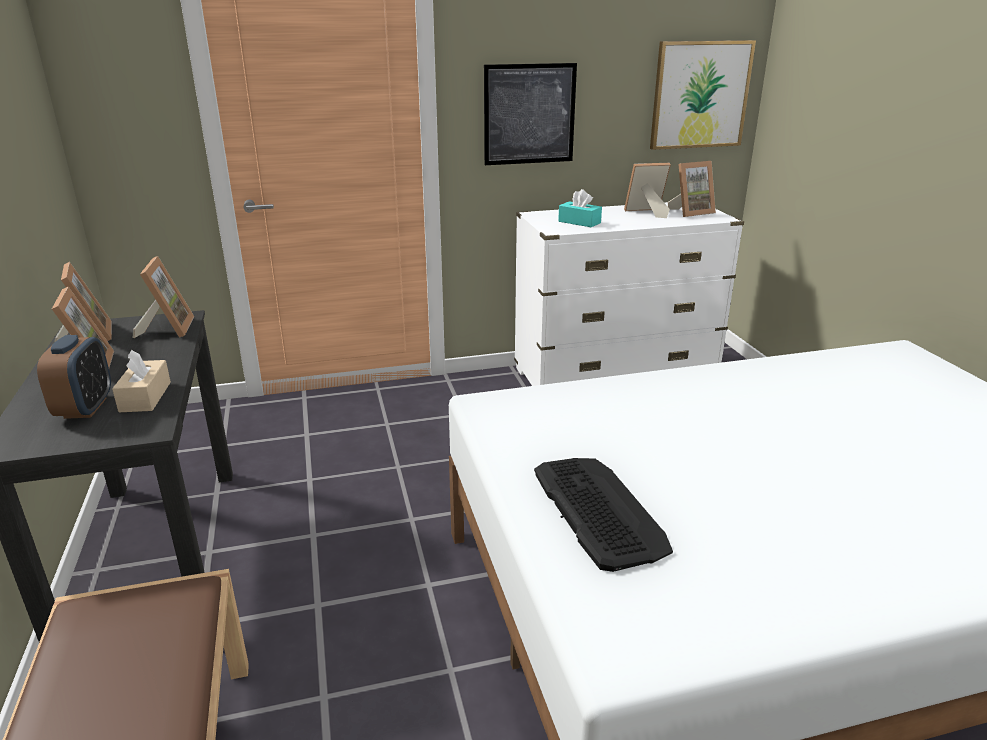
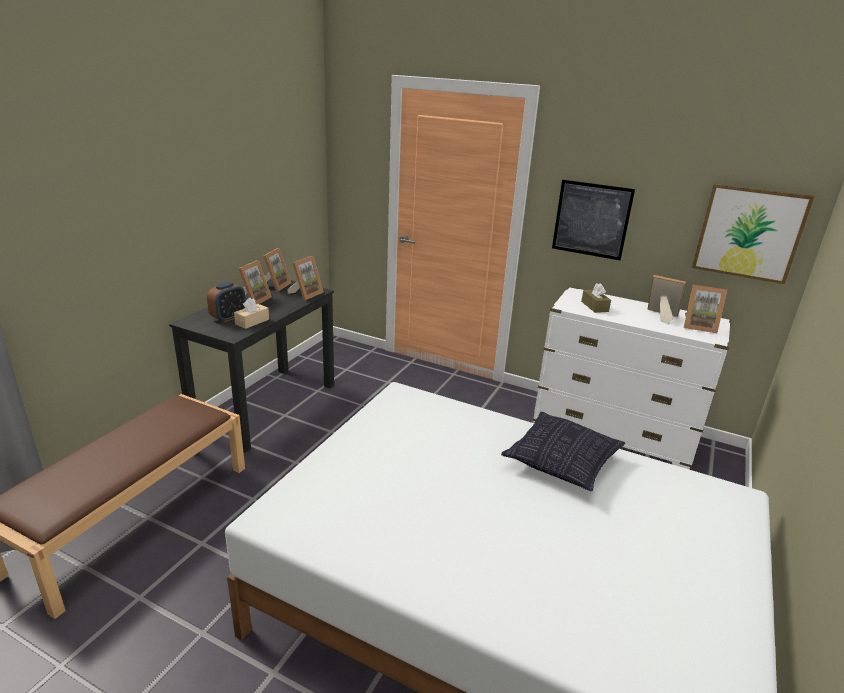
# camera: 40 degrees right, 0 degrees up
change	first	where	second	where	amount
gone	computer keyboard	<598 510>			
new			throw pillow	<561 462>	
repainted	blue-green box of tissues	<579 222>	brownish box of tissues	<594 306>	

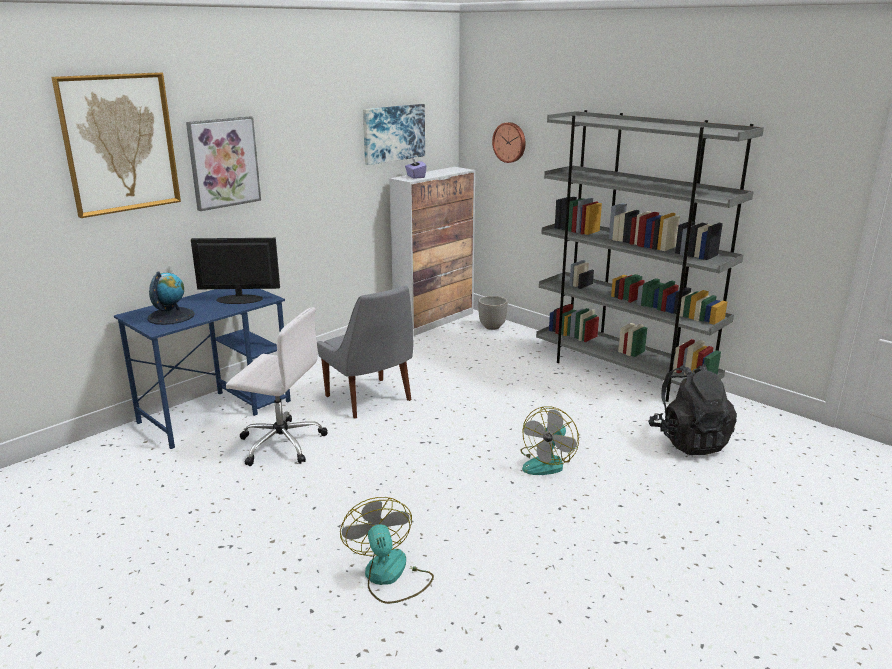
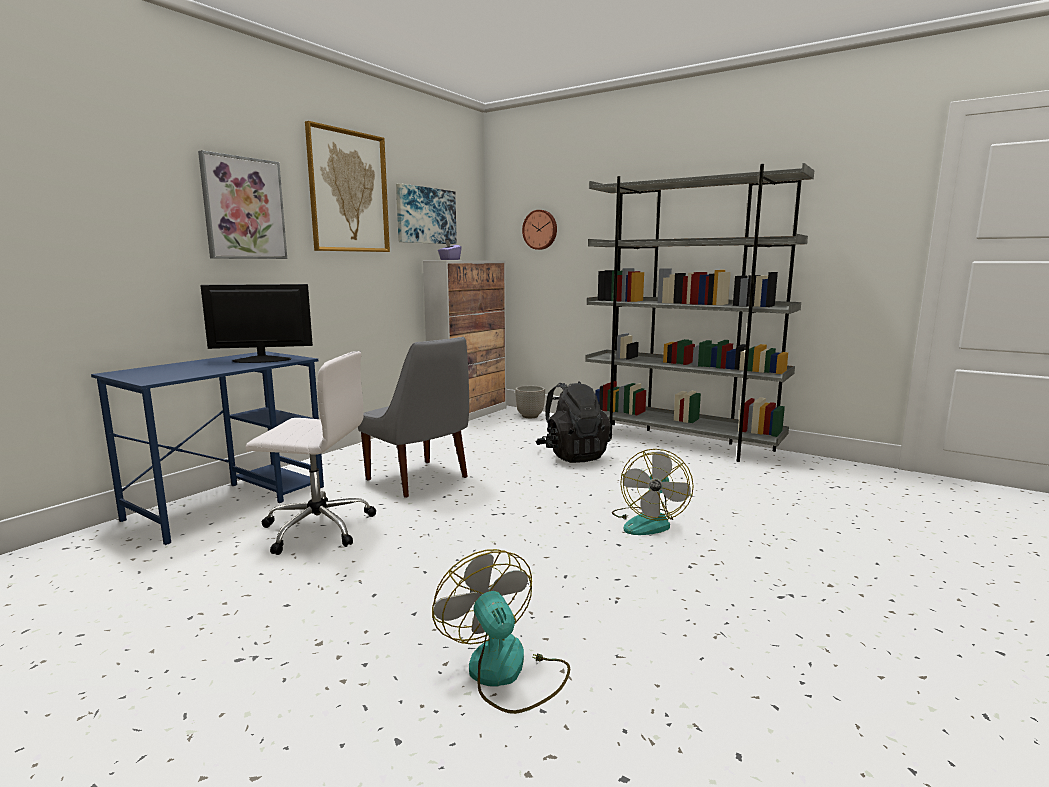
# camera: 10 degrees left, 10 degrees down
change	first	where	second	where	amount
gone	globe	<171 316>			
shifted	wall picture	<119 143>		<348 192>	
shifted	blackish backpack	<689 441>		<573 455>	

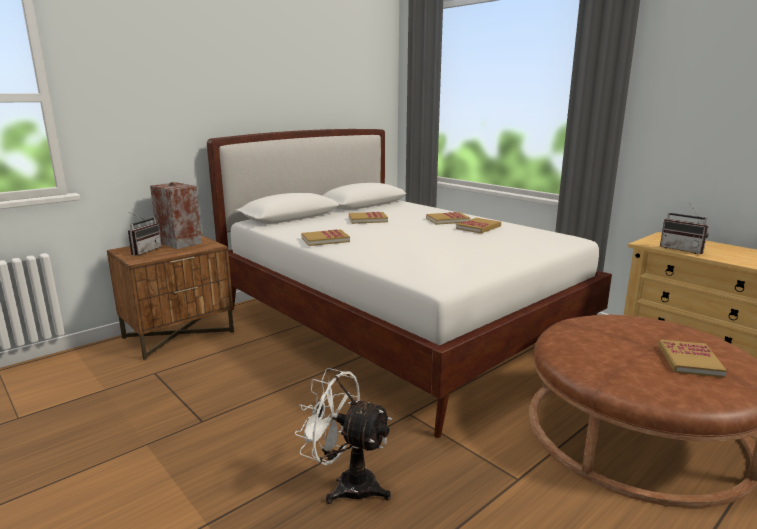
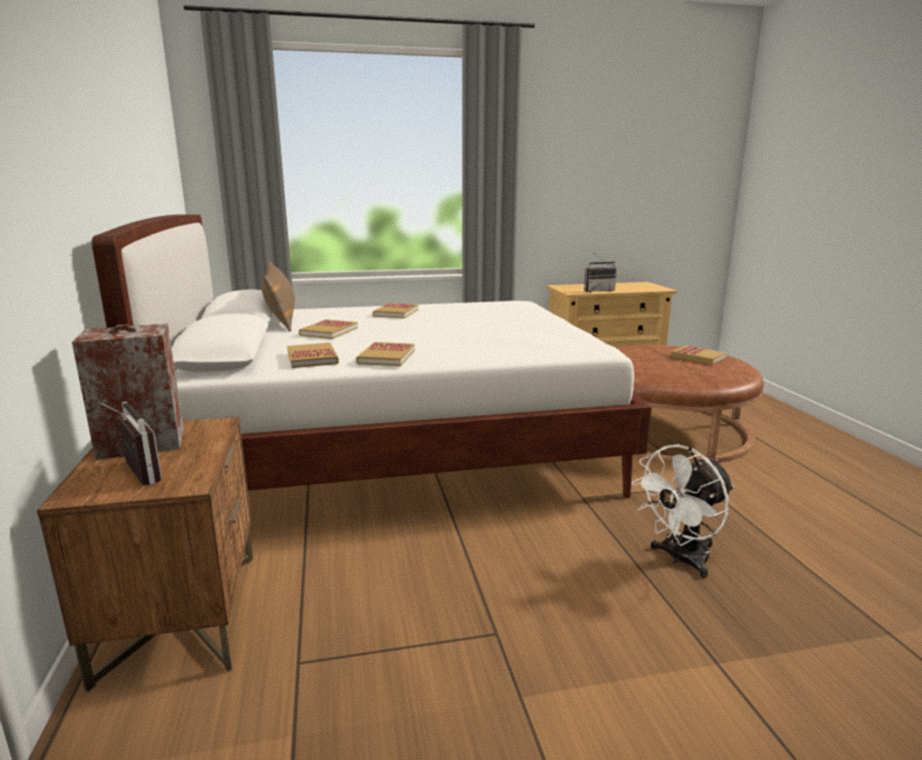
# camera: 60 degrees left, 0 degrees up
change	first	where	second	where	amount
new			brownish throw pillow	<281 320>	
shifted	volume	<478 227>		<312 358>	

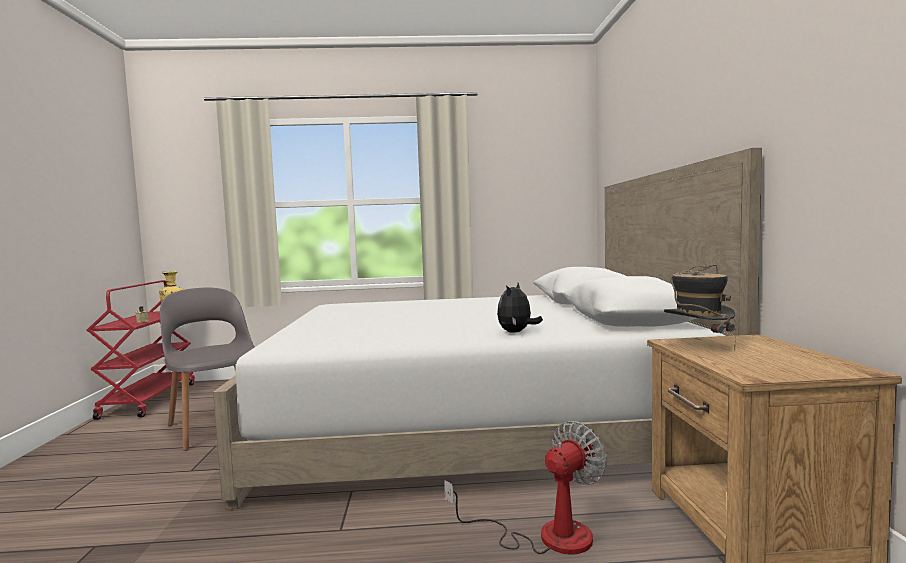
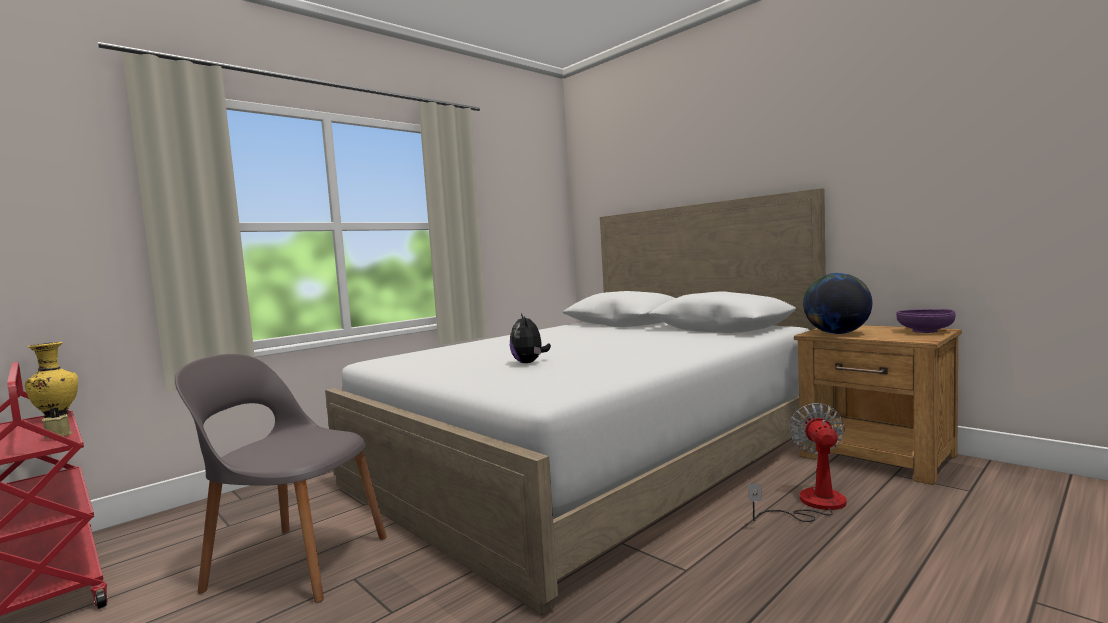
# camera: 40 degrees left, 0 degrees up
change	first	where	second	where	amount
new			purple-coloured bowl	<925 331>	
shifted	soft toy	<516 332>		<529 363>	
swapped	hat	<698 346>	globe	<836 333>	

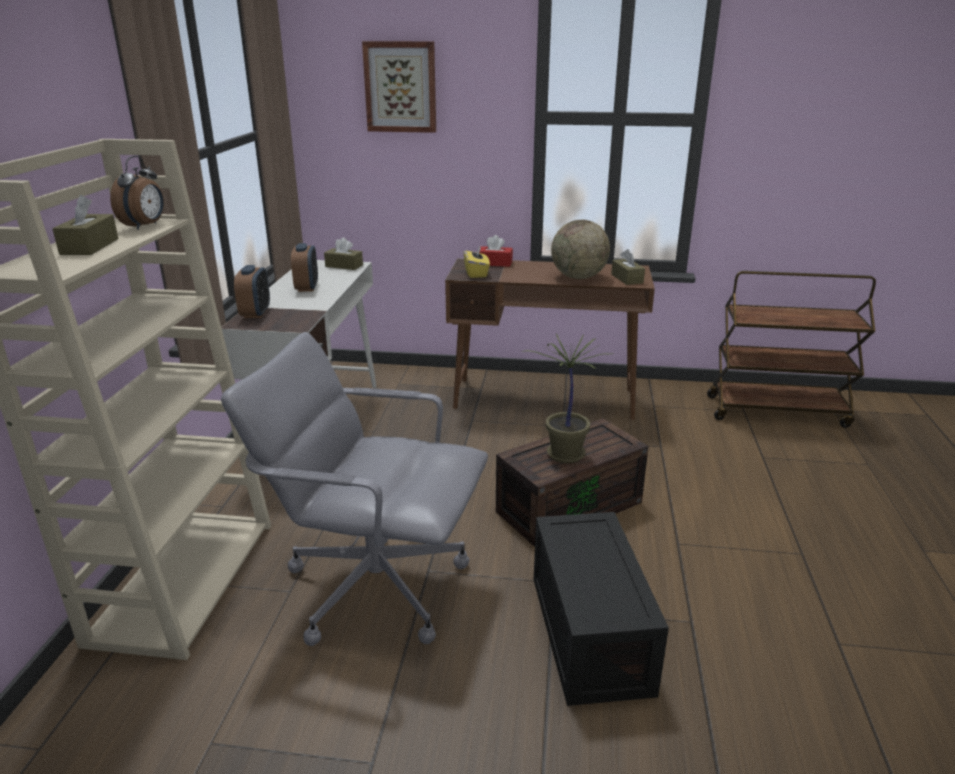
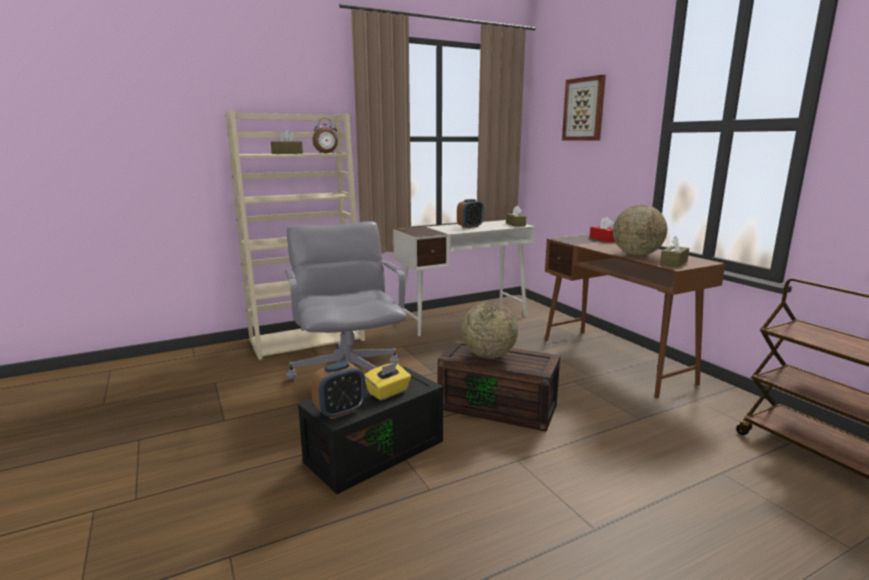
# camera: 55 degrees right, 10 degrees down
change	first	where	second	where	amount
shifted	table clock	<255 313>		<340 411>	
shifted	yellowish box of tissues	<476 273>		<388 392>	
swapped	potted plant	<564 454>	globe	<488 356>	

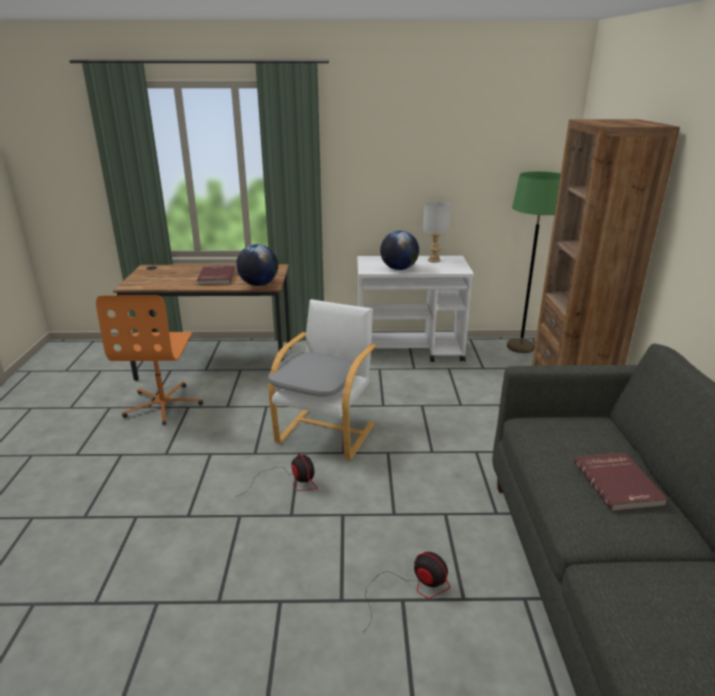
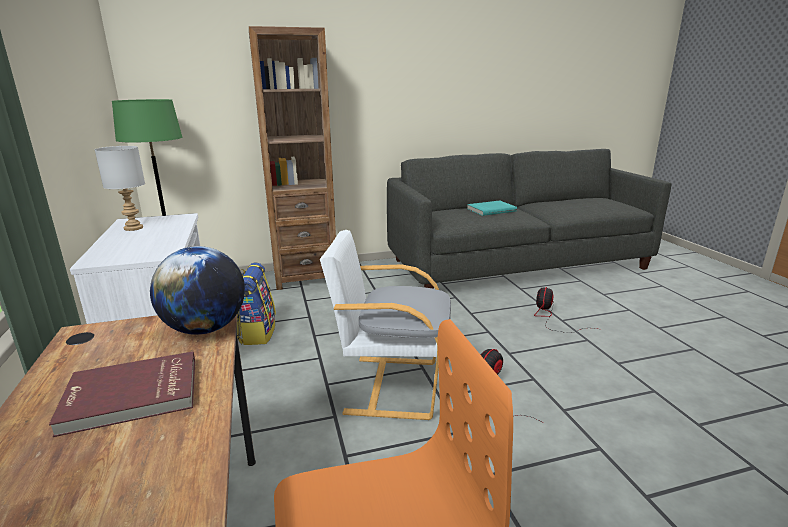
# camera: 105 degrees left, 5 degrees down
change	first	where	second	where	amount
gone	globe	<399 269>			
new			backpack	<257 333>	
repainted	reddish volume	<619 483>	blue-green volume	<490 210>	

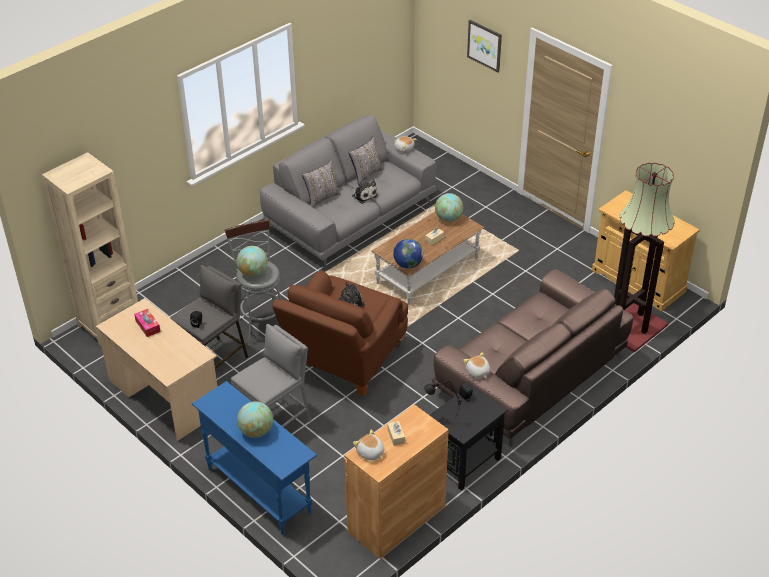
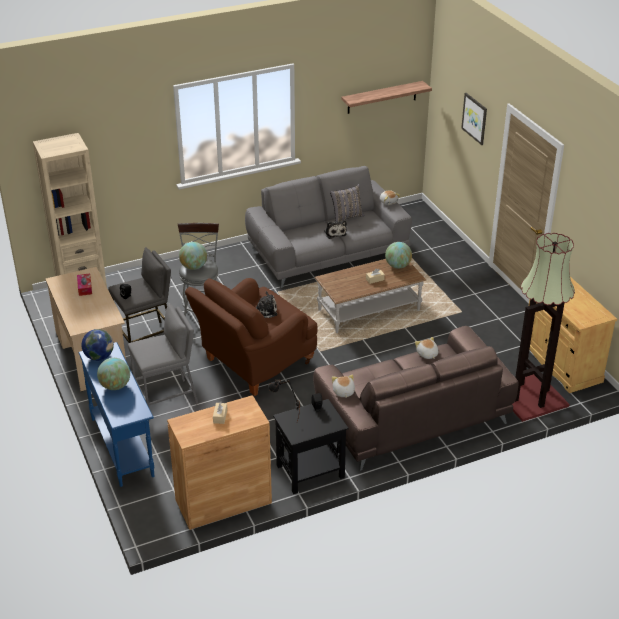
# camera: 20 degrees right, 5 degrees down
change	first	where	second	where	amount
gone	grey throw pillow	<321 198>			
new			wall shelf	<382 97>	
shifted	soft toy	<370 453>		<427 354>	
shifted	globe	<408 264>		<99 357>	

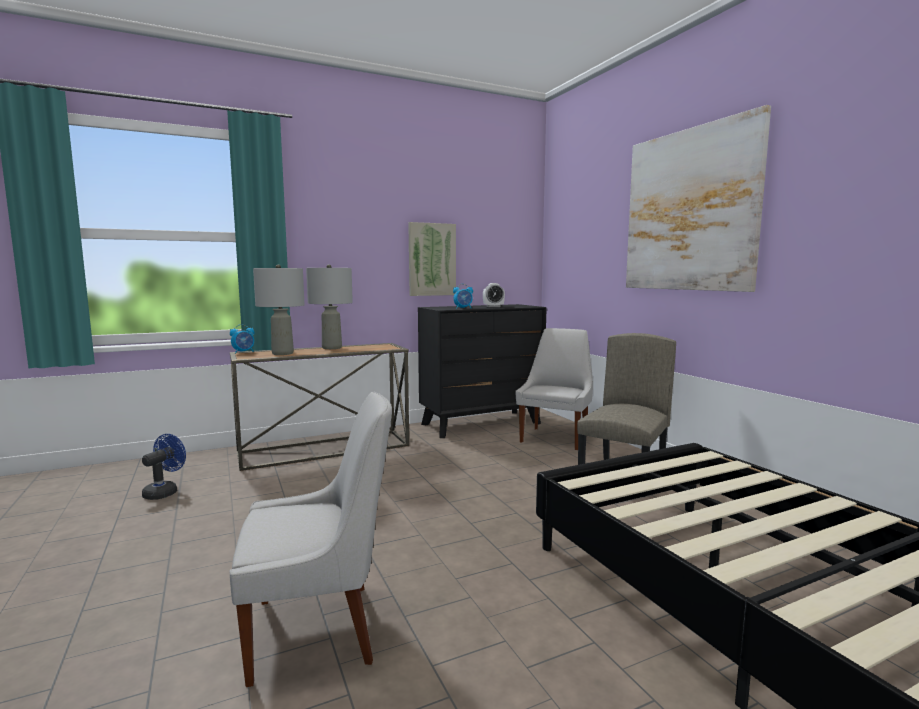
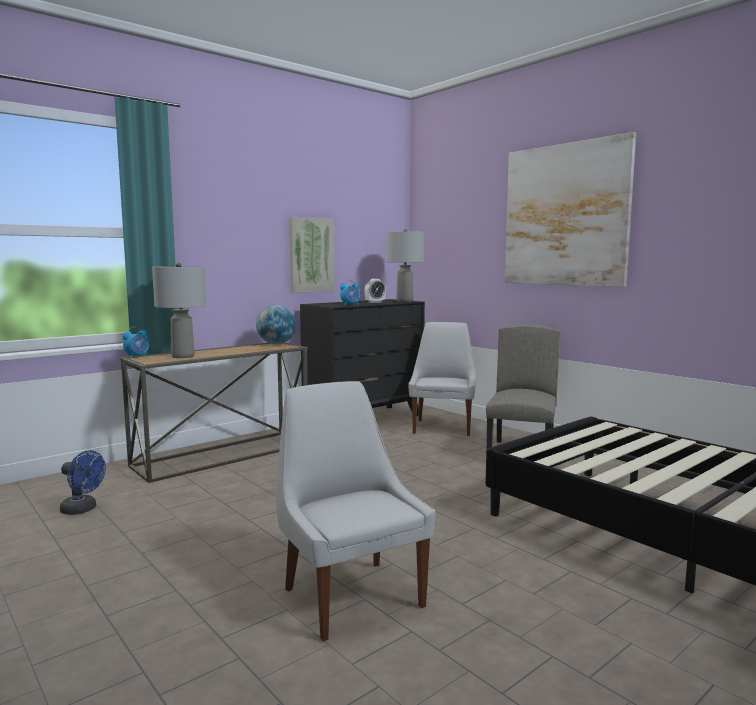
# camera: 15 degrees left, 0 degrees up
change	first	where	second	where	amount
new			globe	<276 344>	
shifted	grey tabletop lamp	<332 348>		<405 301>	
rotated	blue-coloured cooling fan	<164 492>		<83 509>	105 degrees clockwise
rotated	white chair	<319 630>		<350 595>	90 degrees counterclockwise

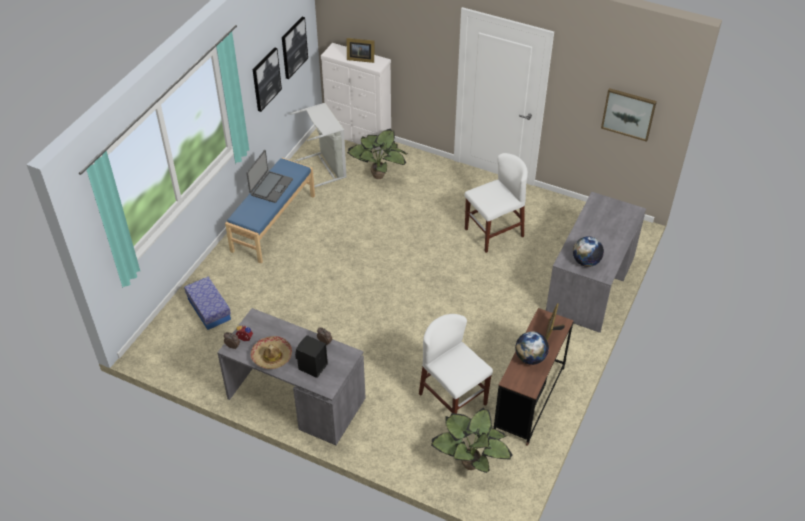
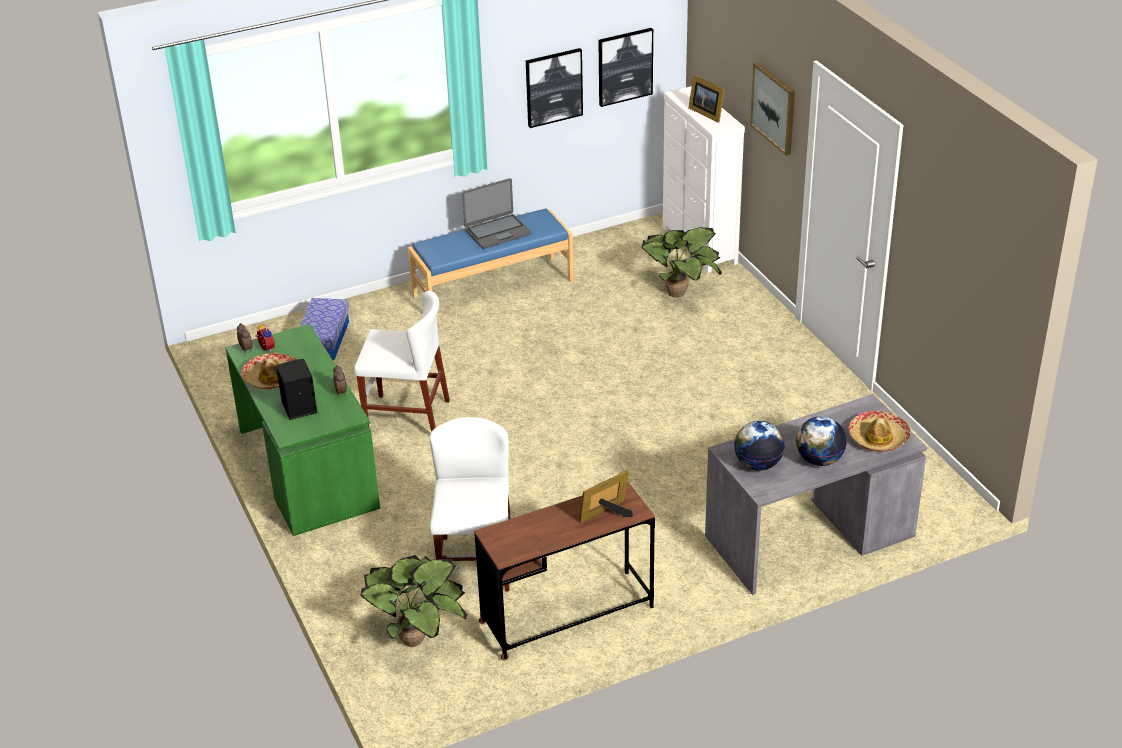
# camera: 40 degrees right, 10 degrees down
change	first	where	second	where	amount
gone	grey washing basket	<325 167>			
new			hat	<878 438>	
shifted	white chair	<494 232>		<407 416>	
shifted	globe	<530 358>		<819 460>	
shifted	wall picture	<628 114>		<774 108>	
repainted	grey desk table	<295 399>	green desk table	<306 469>	

